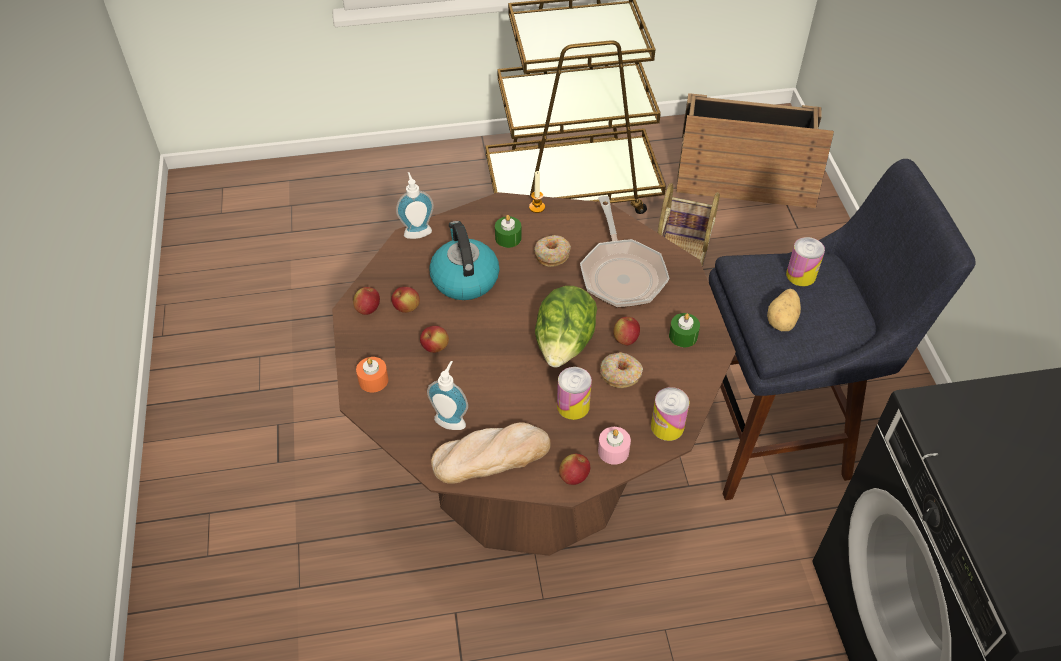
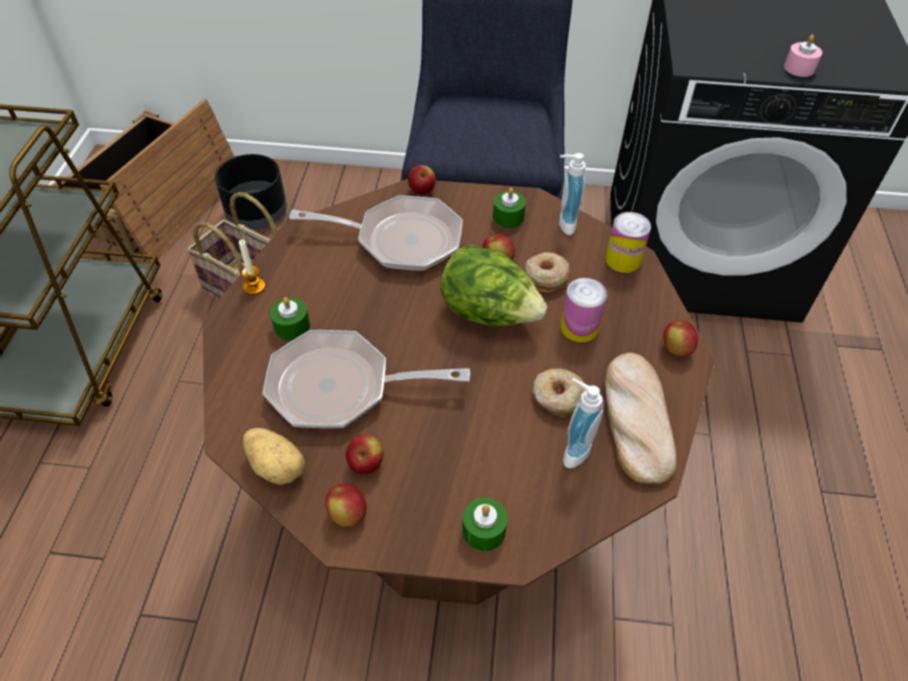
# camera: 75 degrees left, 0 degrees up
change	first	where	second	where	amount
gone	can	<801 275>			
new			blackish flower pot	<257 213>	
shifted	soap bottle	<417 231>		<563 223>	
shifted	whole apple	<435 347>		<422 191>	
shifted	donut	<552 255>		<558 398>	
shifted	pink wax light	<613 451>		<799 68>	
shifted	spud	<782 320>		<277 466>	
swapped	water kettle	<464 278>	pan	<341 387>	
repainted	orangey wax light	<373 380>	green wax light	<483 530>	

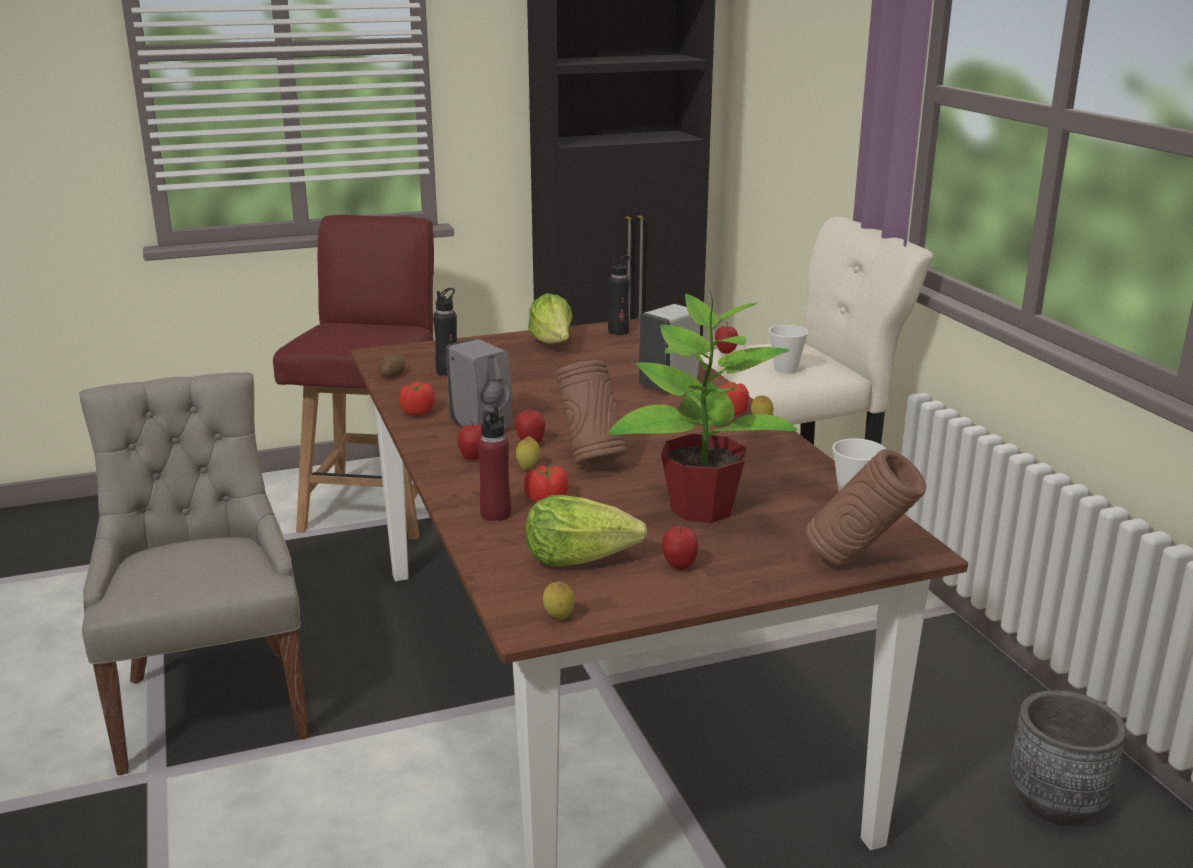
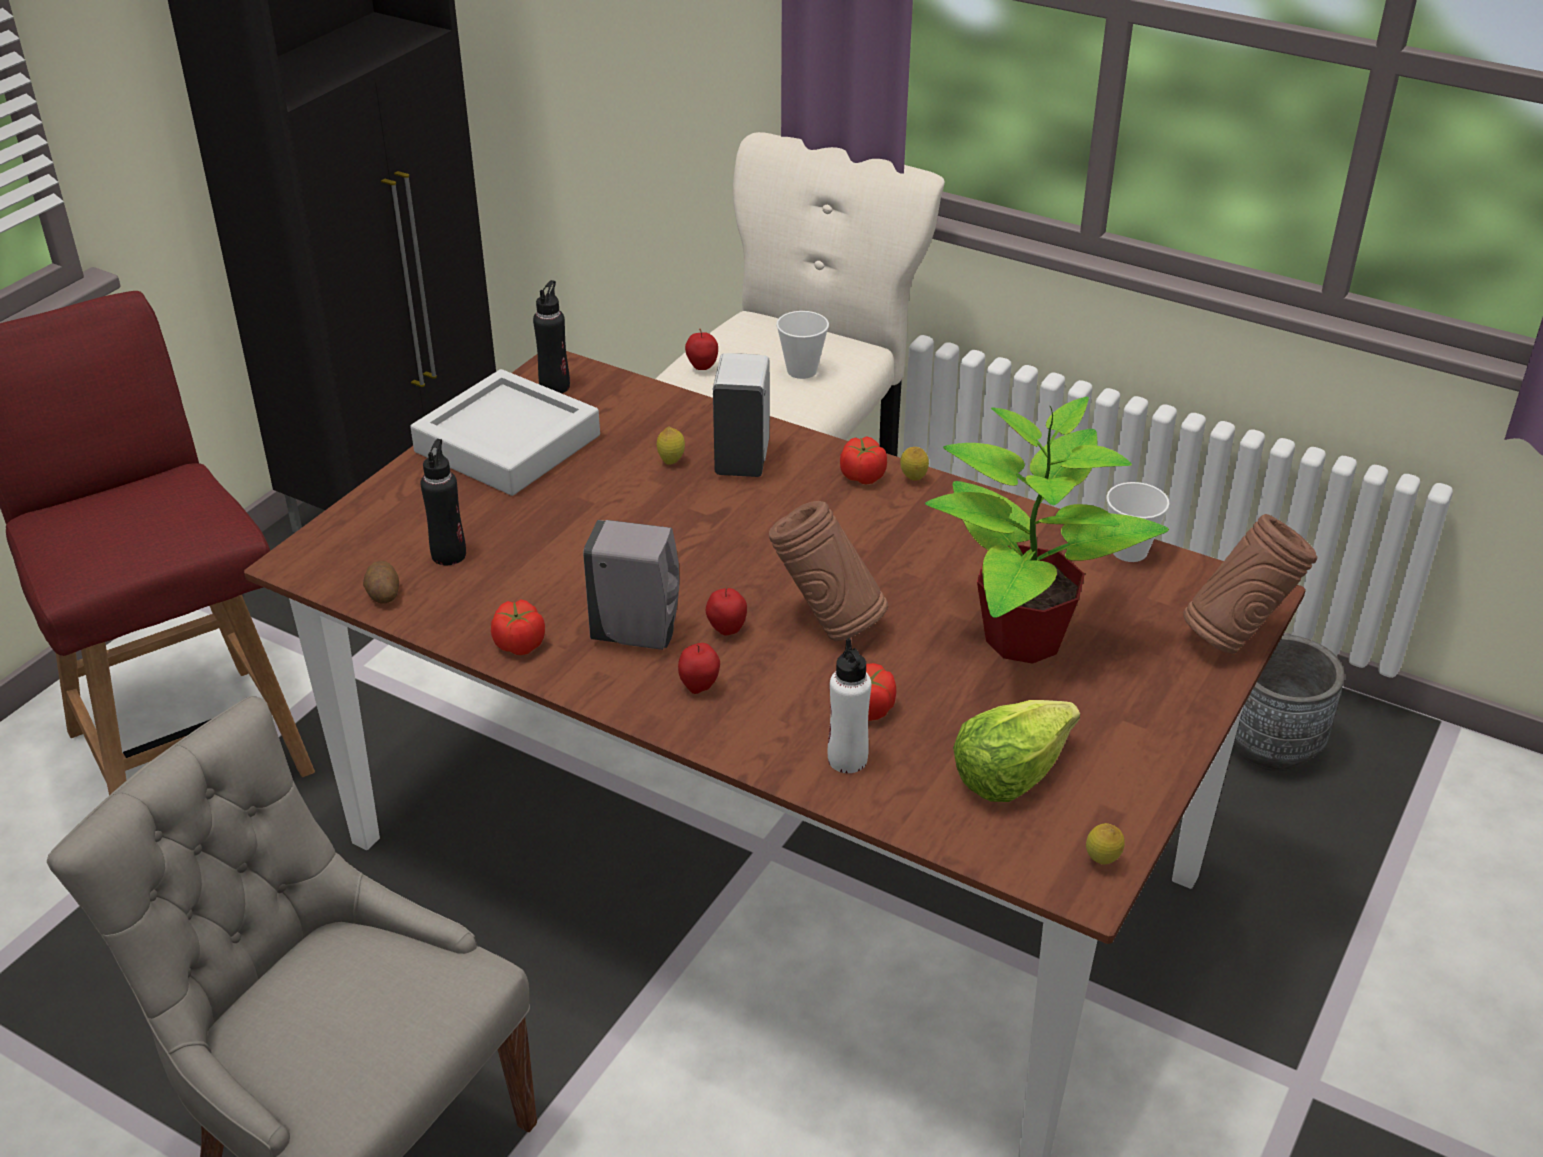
# camera: 40 degrees left, 15 degrees up
change	first	where	second	where	amount
gone	whole apple	<679 567>			
shifted	whole lemon	<528 468>		<671 461>	
swapped	head of lettuce	<553 344>	grey tray	<508 444>	
repainted	reddish beverage bottle	<495 514>	white beverage bottle	<847 759>	

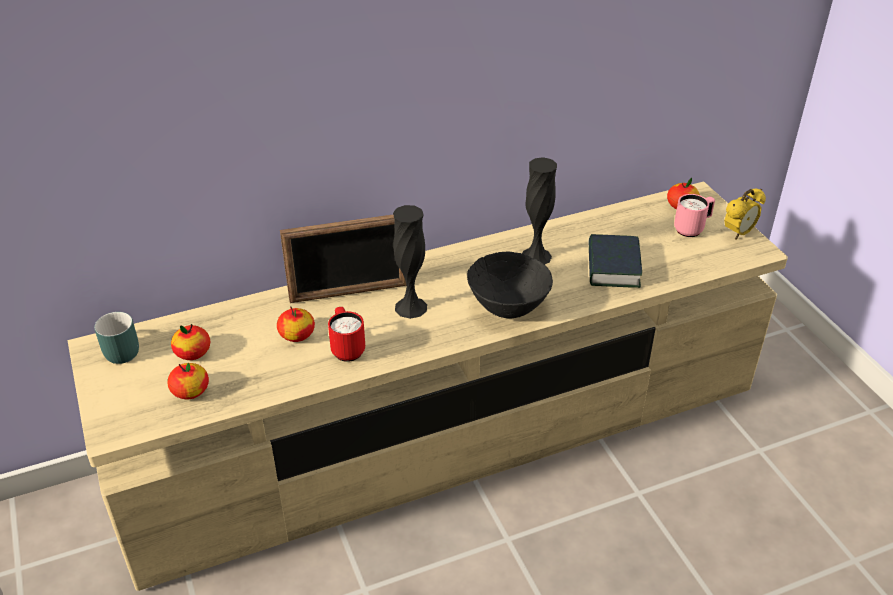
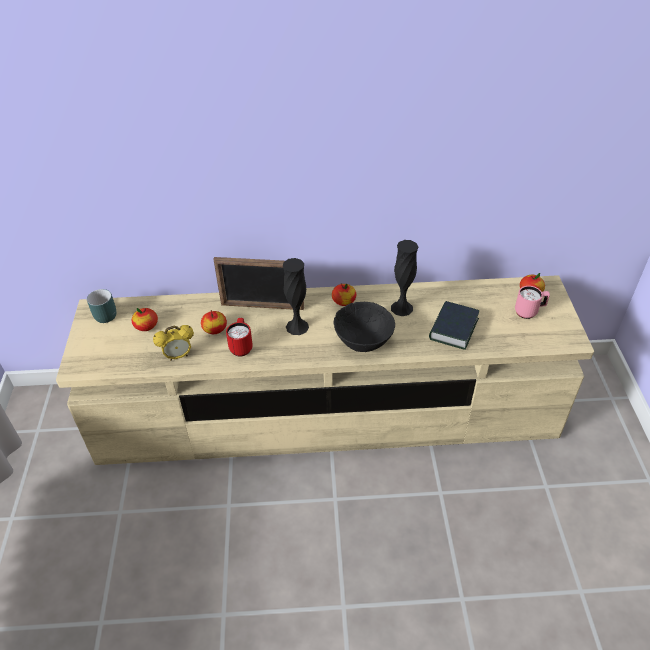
# camera: 20 degrees right, 5 degrees up
change	first	where	second	where	amount
shifted	whole apple	<190 391>		<344 301>	
shifted	table clock	<738 233>		<178 356>	

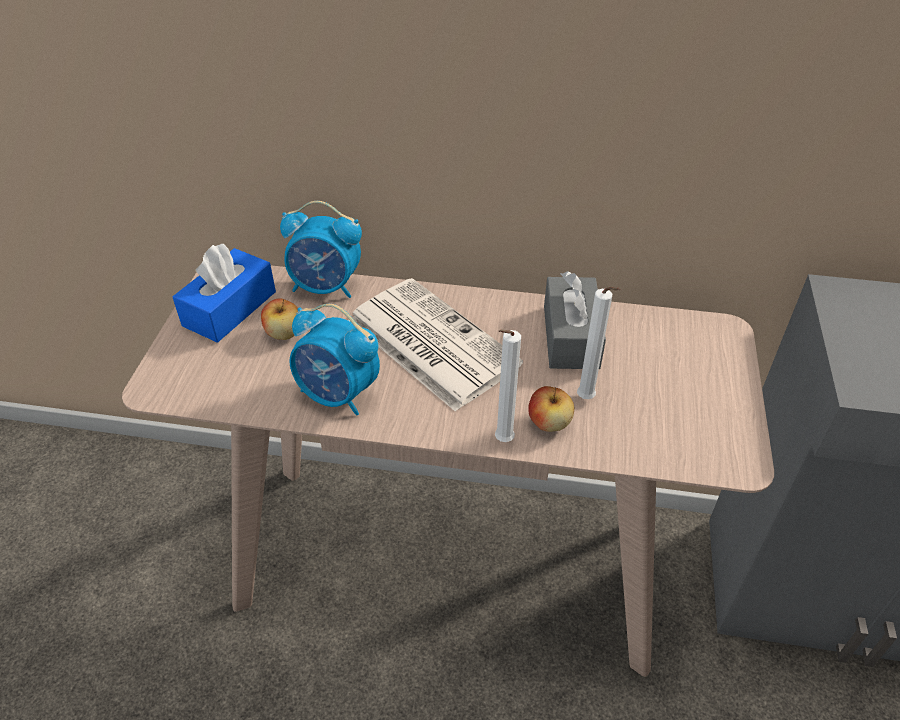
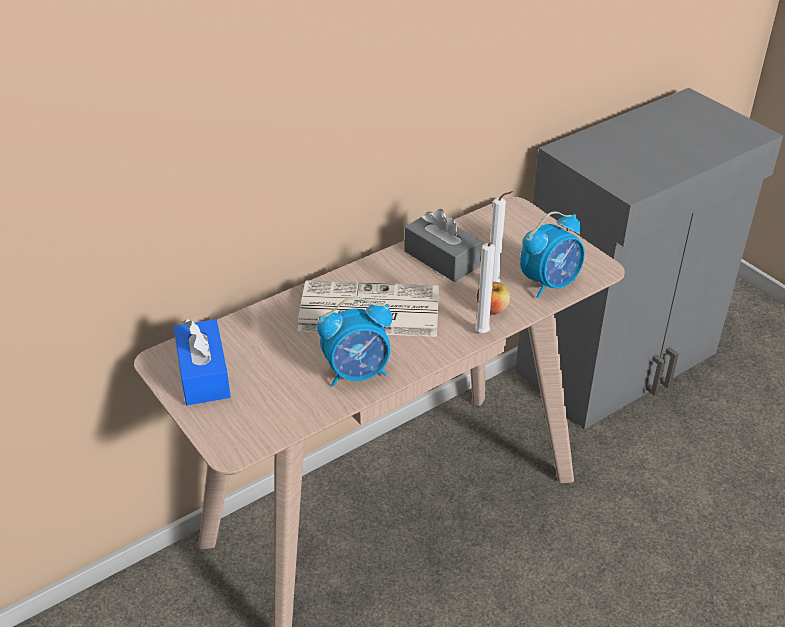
# camera: 45 degrees left, 5 degrees down
change	first	where	second	where	amount
gone	whole apple	<284 333>			
shifted	table clock	<326 287>		<550 283>	

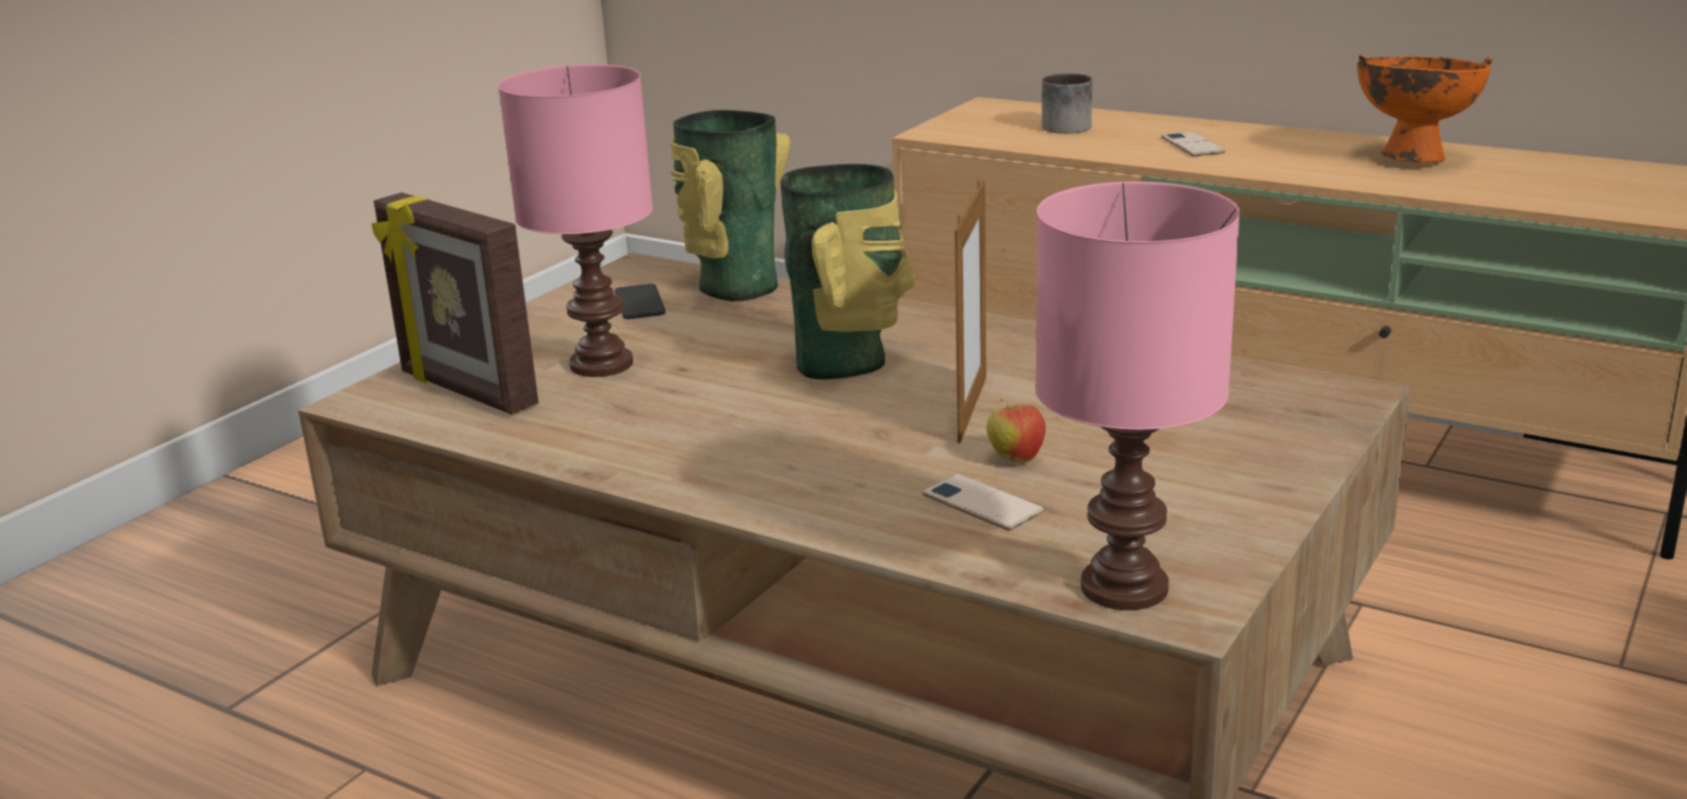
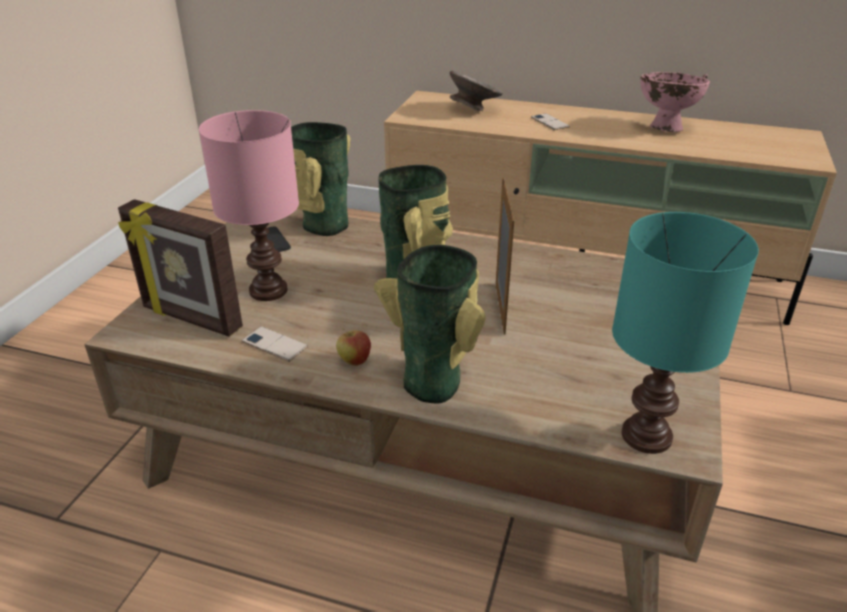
# camera: 15 degrees left, 10 degrees up
change	first	where	second	where	amount
new			flower vase	<436 379>	
shifted	handset	<982 503>		<274 344>	
shifted	whole apple	<1015 459>		<354 361>	
swapped	mug	<1063 125>	grey bowl	<474 110>	
repainted	pink tabletop lamp	<1120 587>	blue-green tabletop lamp	<644 435>	
repainted	orangey bowl	<1411 159>	pink bowl	<664 128>	

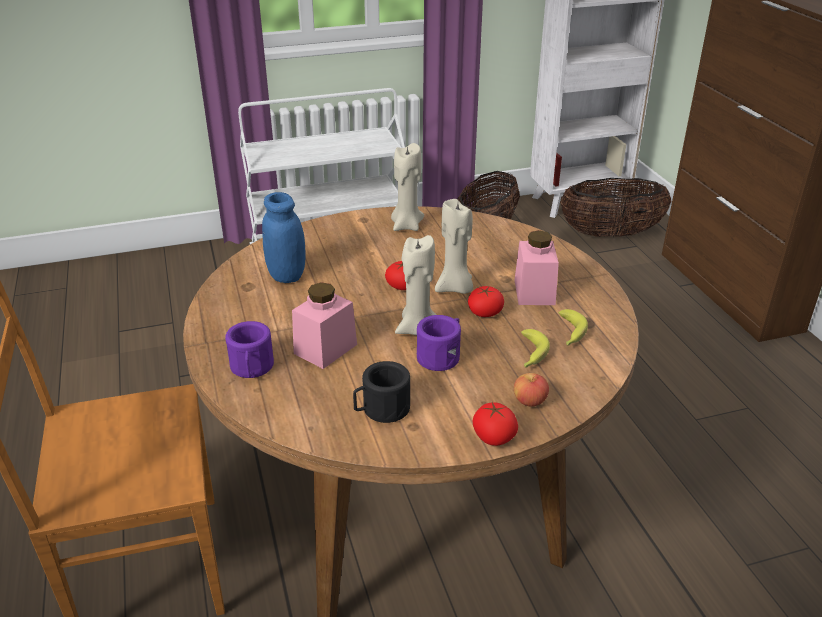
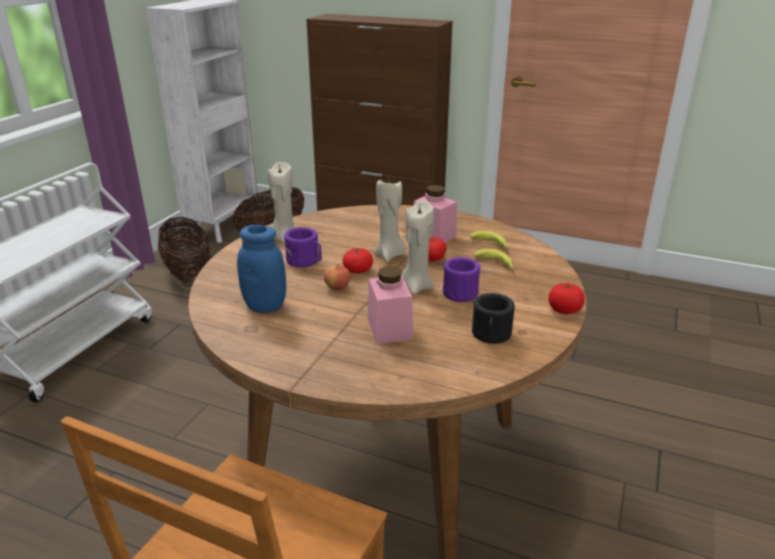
# camera: 50 degrees left, 5 degrees down
change	first	where	second	where	amount
shifted	purple-coloured mug	<251 369>		<305 261>	
shifted	whole apple	<529 401>		<337 287>	

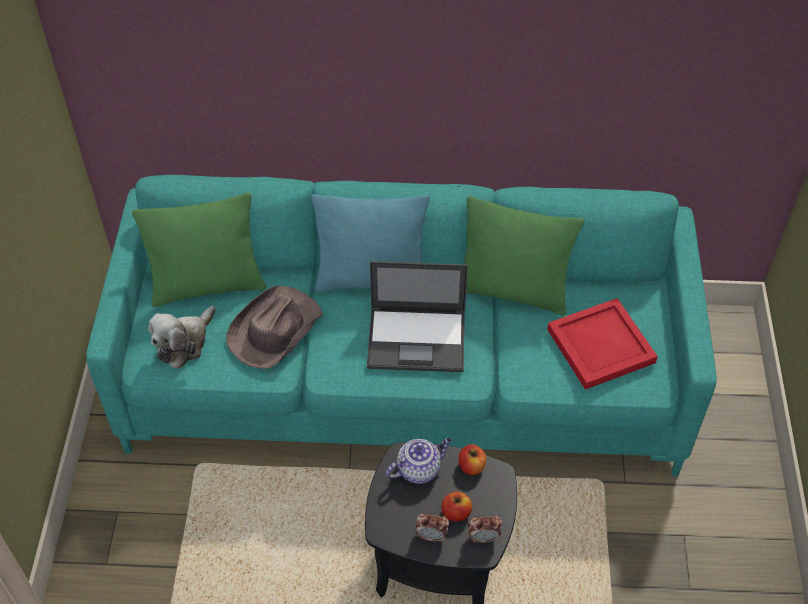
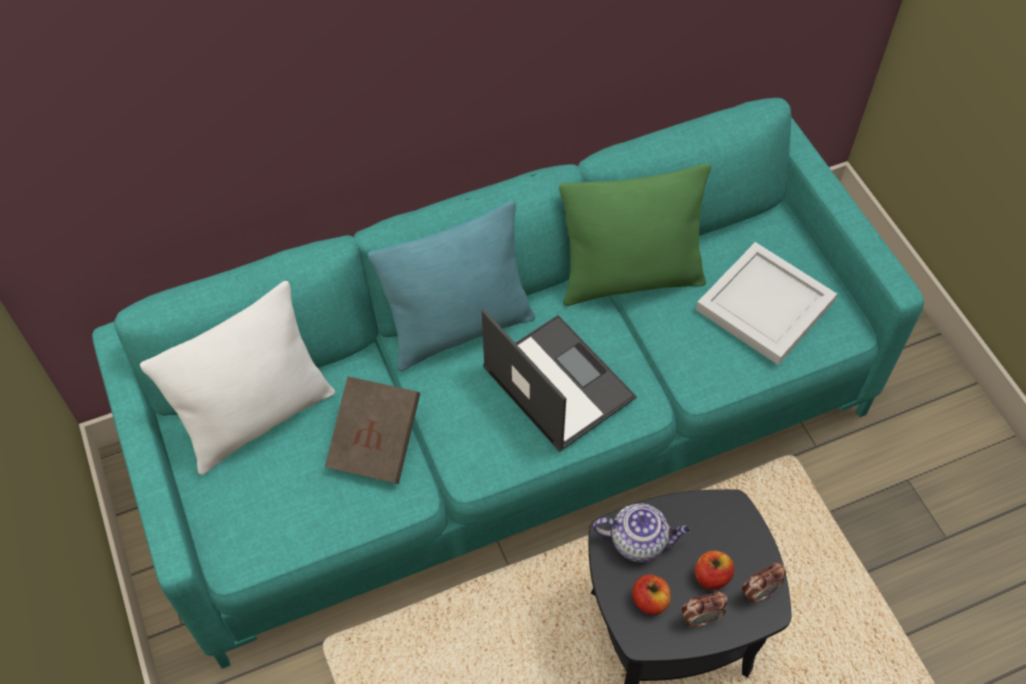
# camera: 25 degrees left, 5 degrees up
change	first	where	second	where	amount
gone	soft toy	<184 343>			
shifted	whole apple	<471 466>		<650 600>	
swapped	brownish hat	<274 330>	brownish volume	<376 442>	
repainted	green throw pillow	<208 286>	white throw pillow	<258 418>	
repainted	reddish tray	<601 344>	white tray	<764 304>	
rotated	portable computer	<418 339>		<556 382>	105 degrees counterclockwise
rotated	tea pot	<419 469>		<639 541>	60 degrees clockwise

